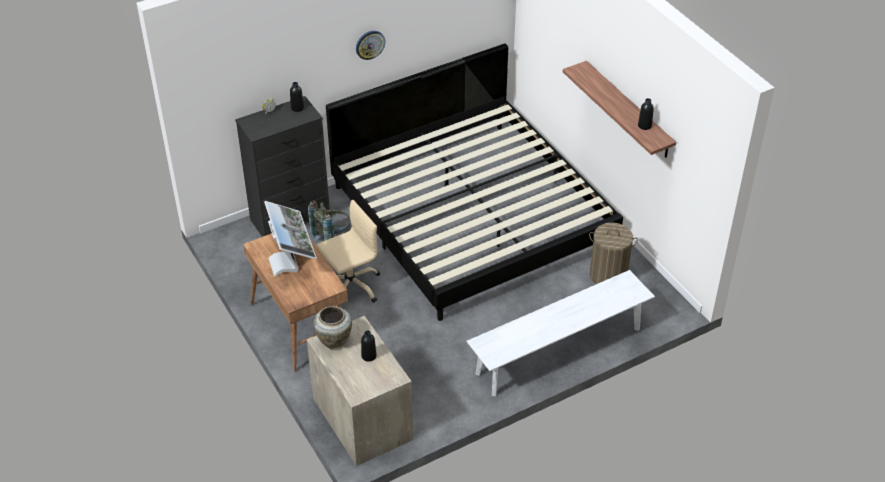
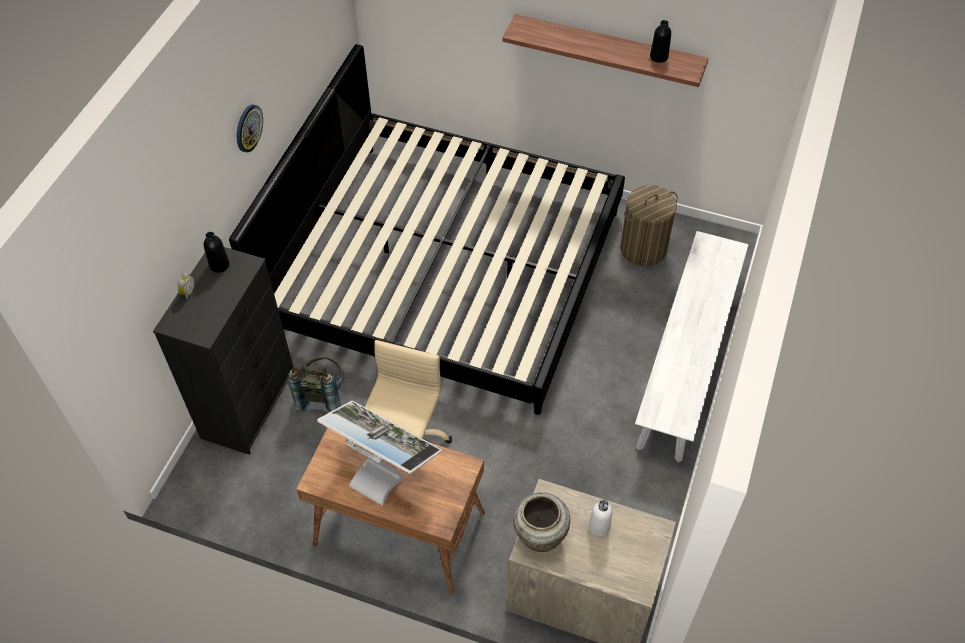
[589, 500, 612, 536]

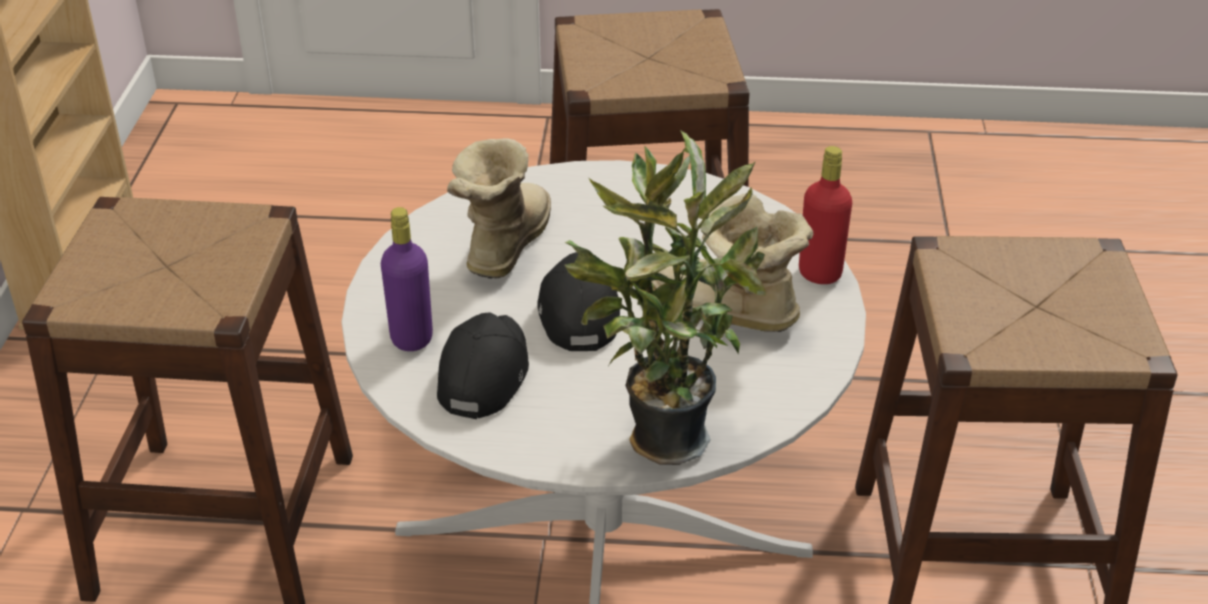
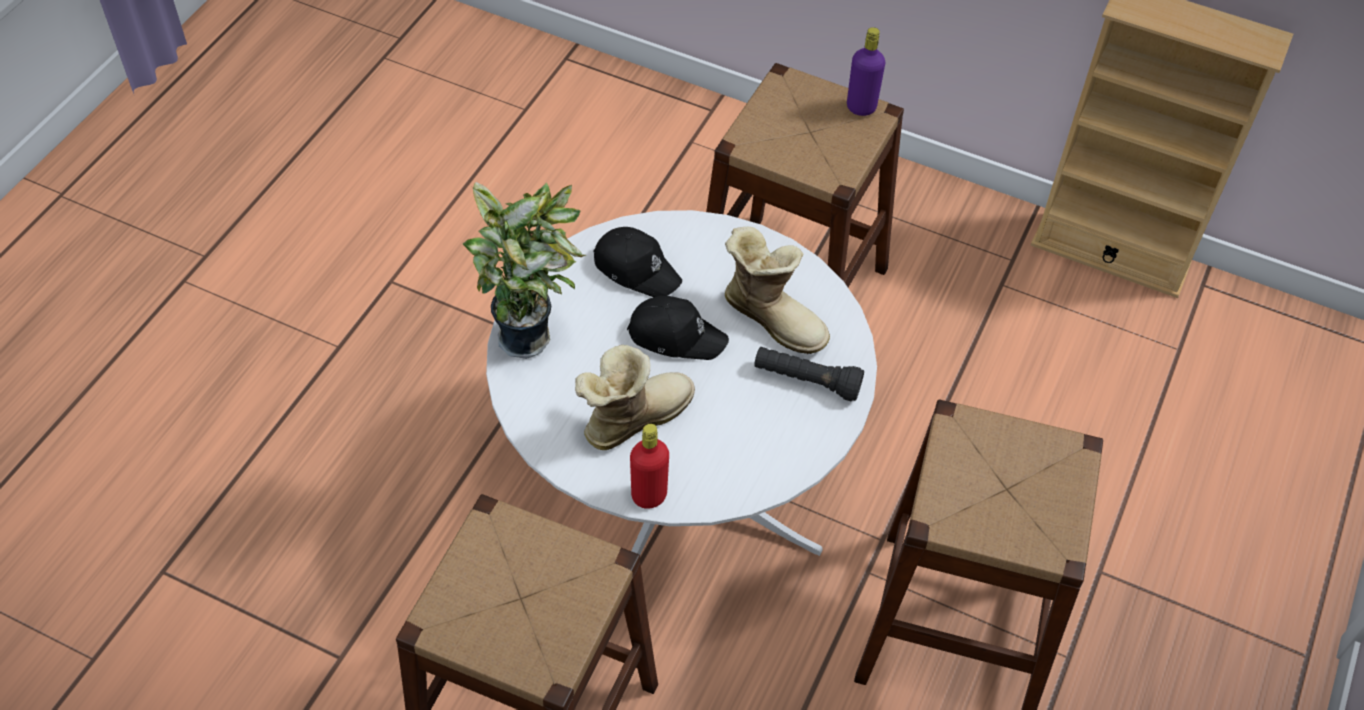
[754, 347, 864, 401]
[847, 27, 885, 116]

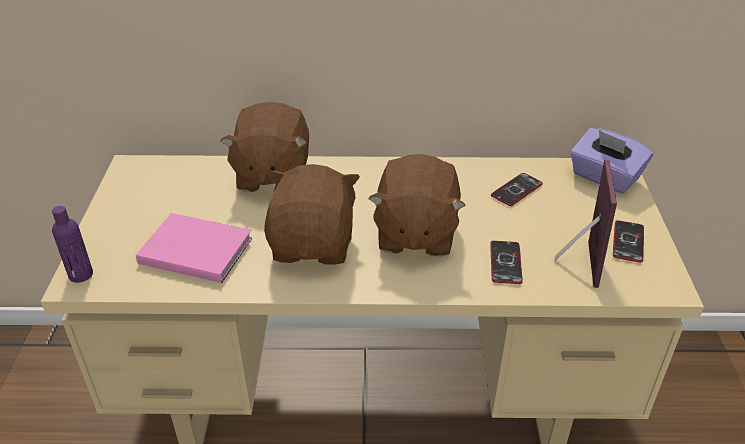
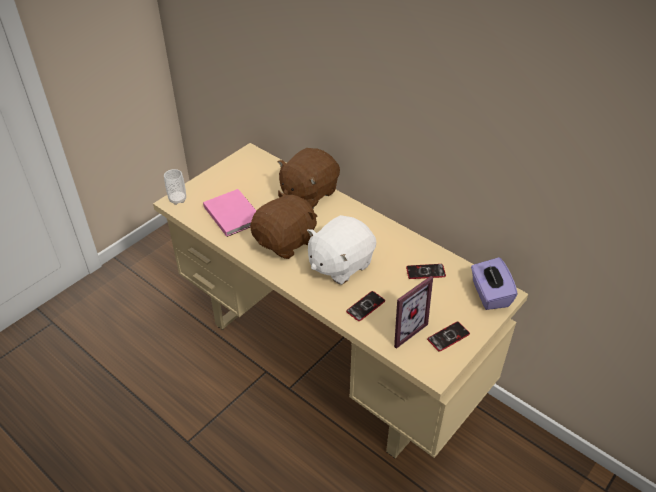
[164, 169, 186, 205]
[307, 215, 376, 285]

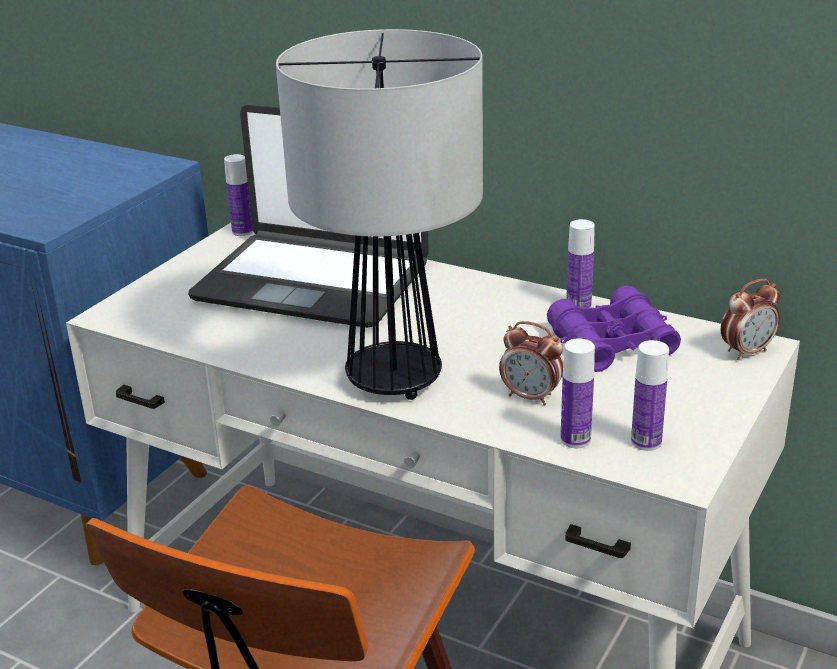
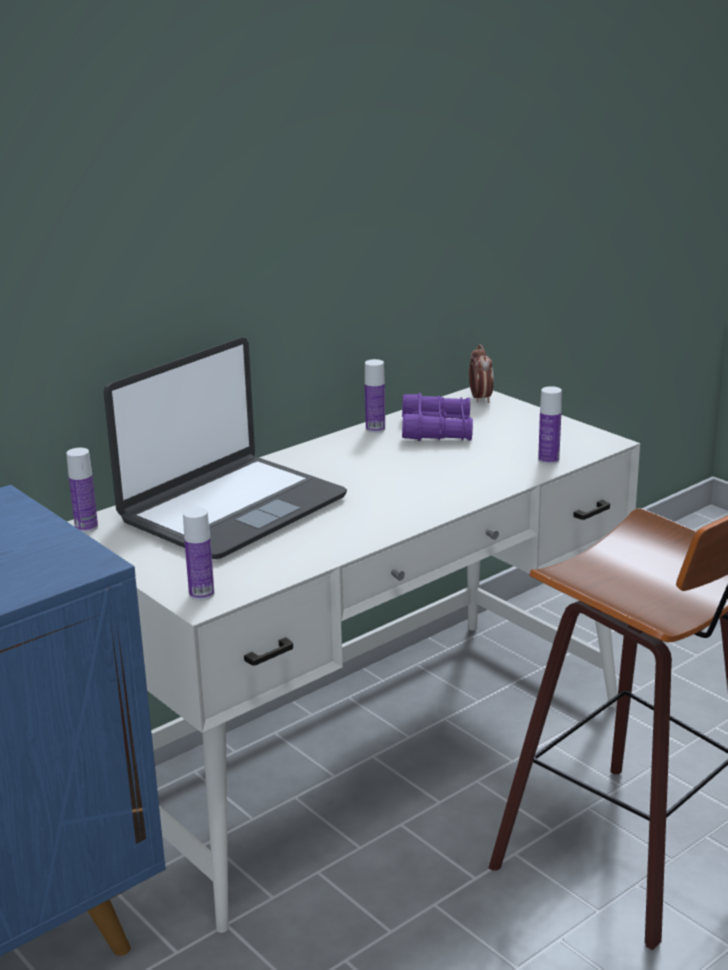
[276, 29, 483, 400] (first image)
[499, 321, 563, 405] (first image)
[183, 507, 214, 601]

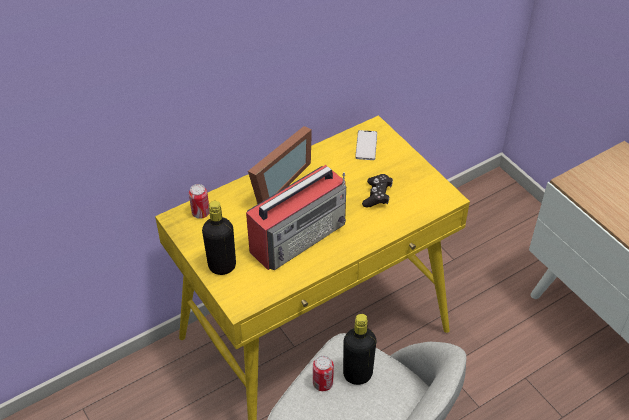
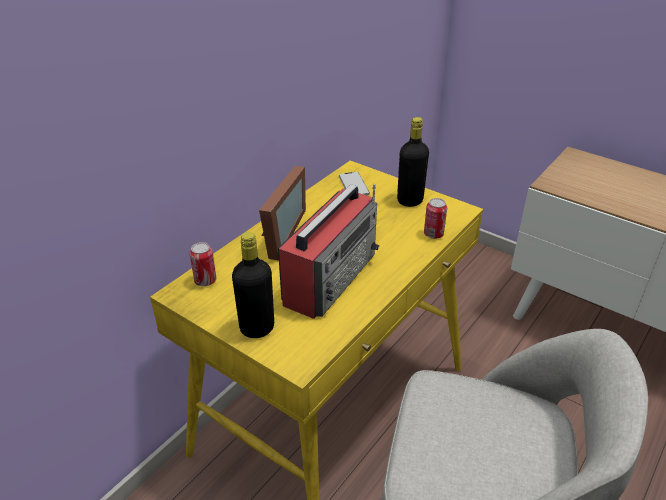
[362, 174, 393, 207] (first image)
[424, 198, 447, 239]
[397, 117, 429, 207]

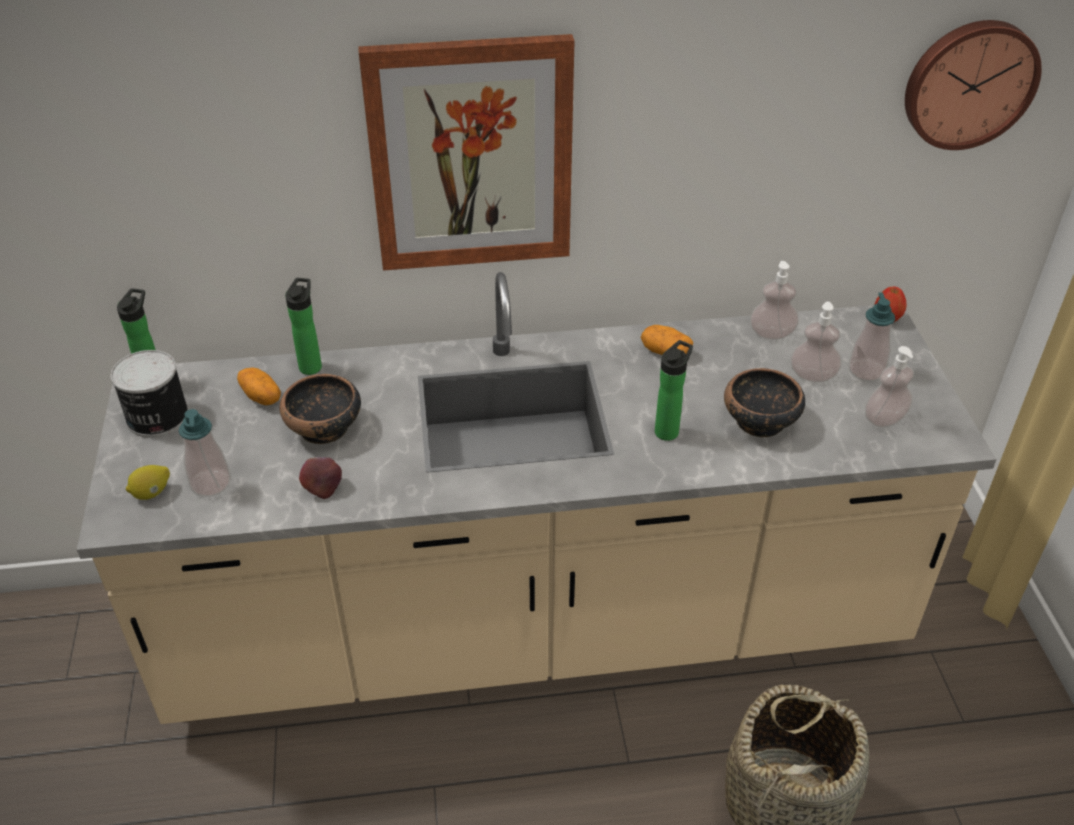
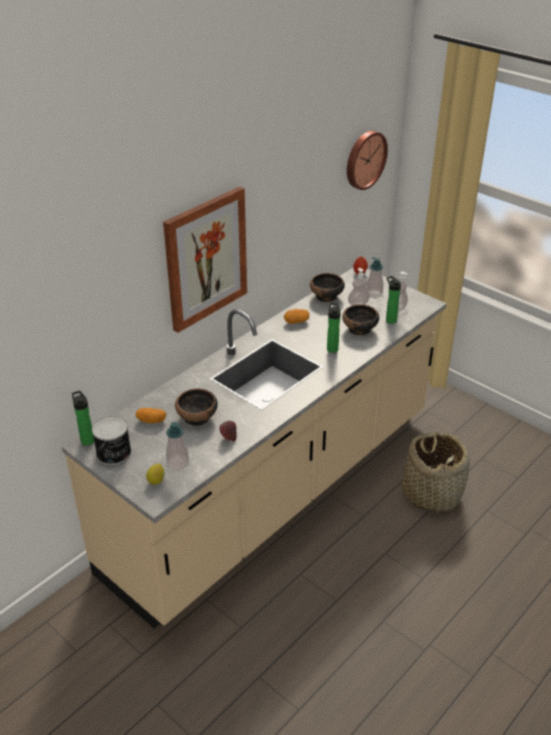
[386, 276, 401, 324]
[310, 273, 345, 302]

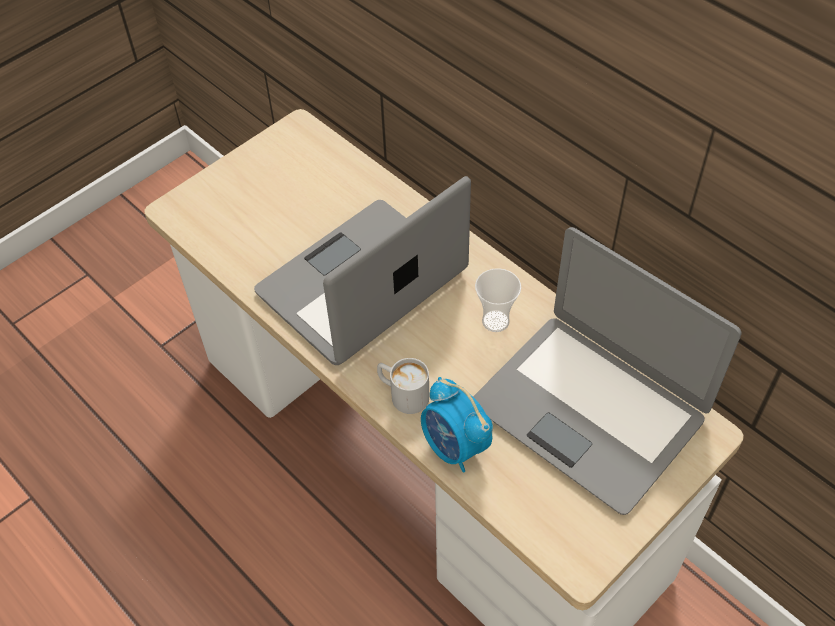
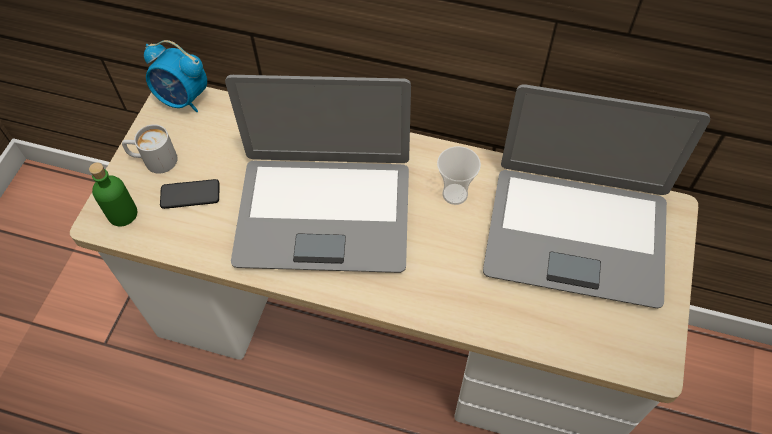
[89, 162, 137, 226]
[160, 179, 219, 209]
[122, 124, 178, 173]
[144, 40, 207, 112]
[225, 75, 411, 273]

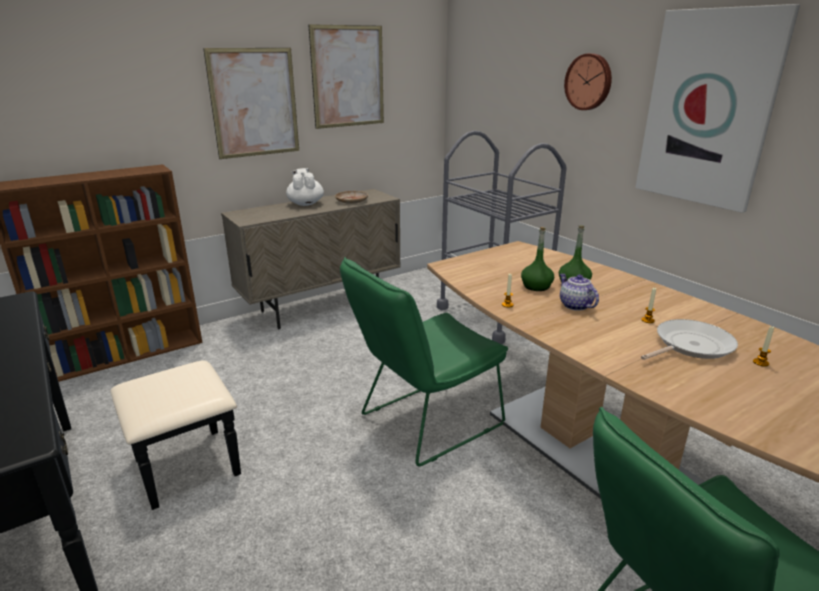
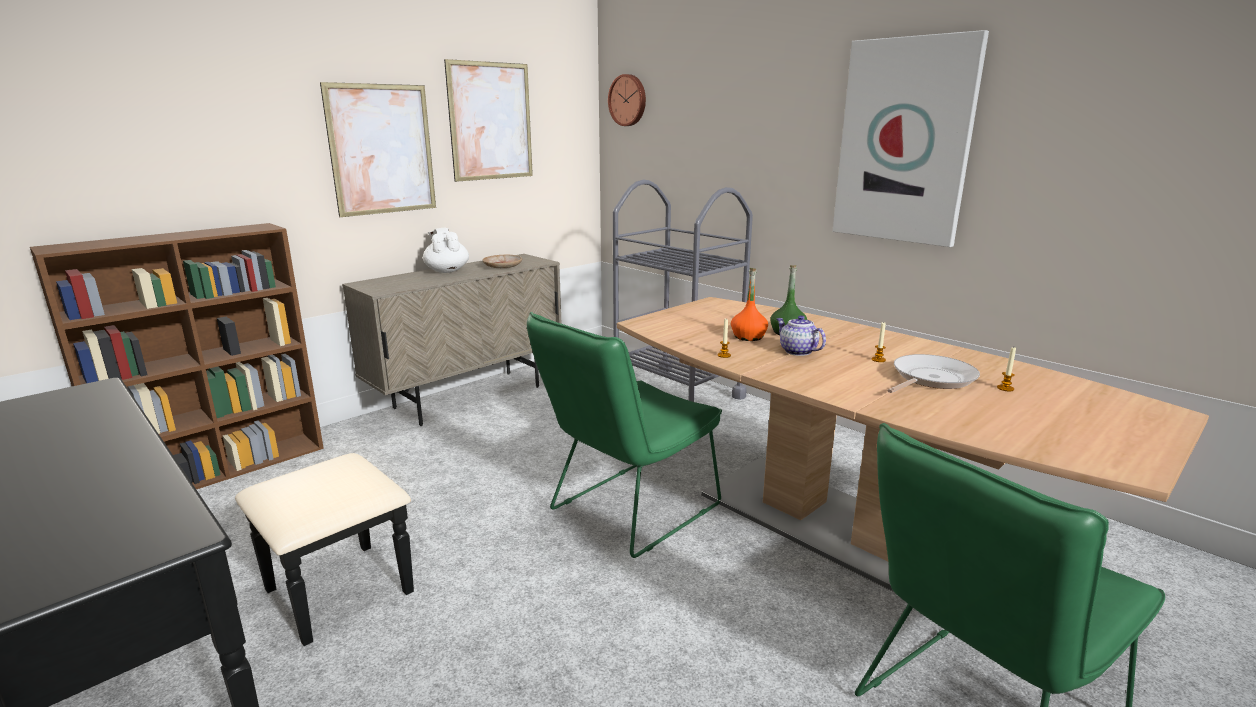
[608, 74, 646, 126]
[731, 268, 768, 341]

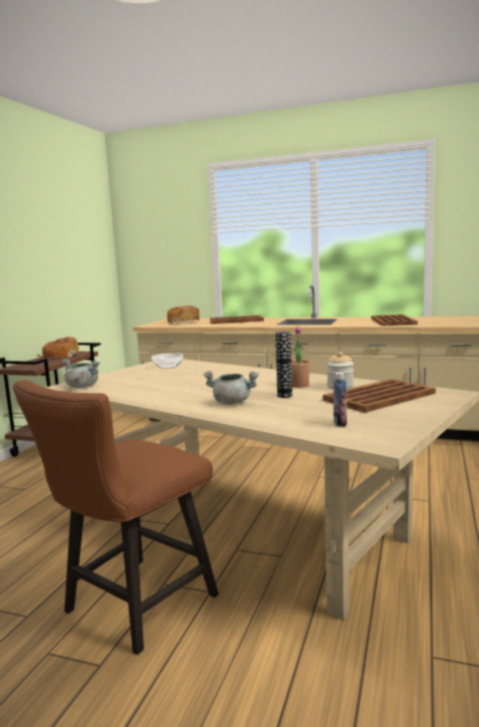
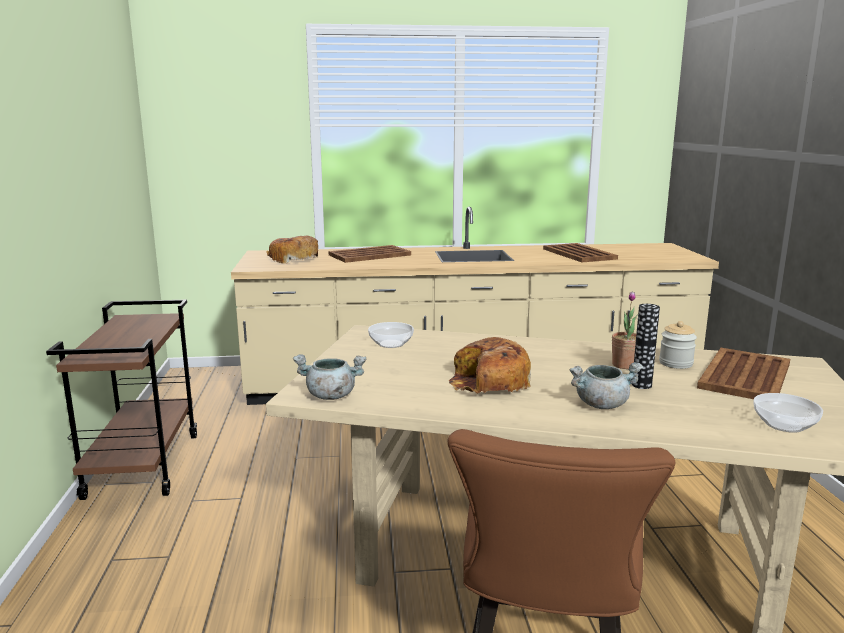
[449, 337, 531, 393]
[753, 393, 823, 433]

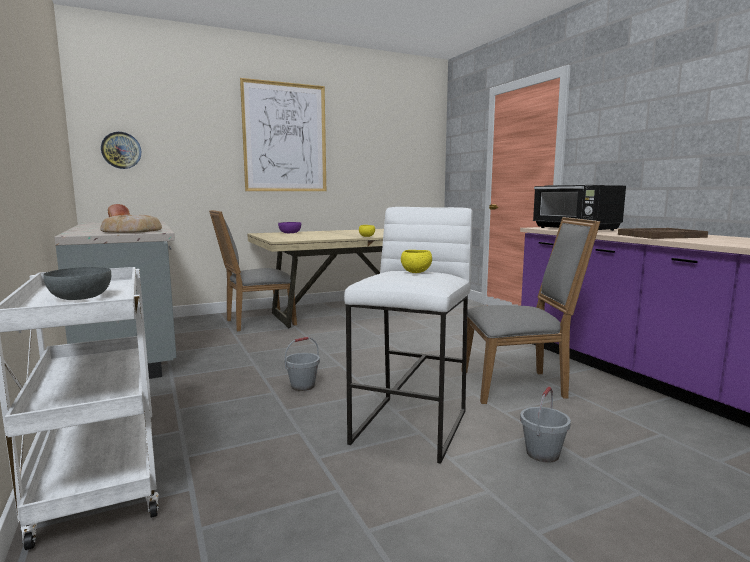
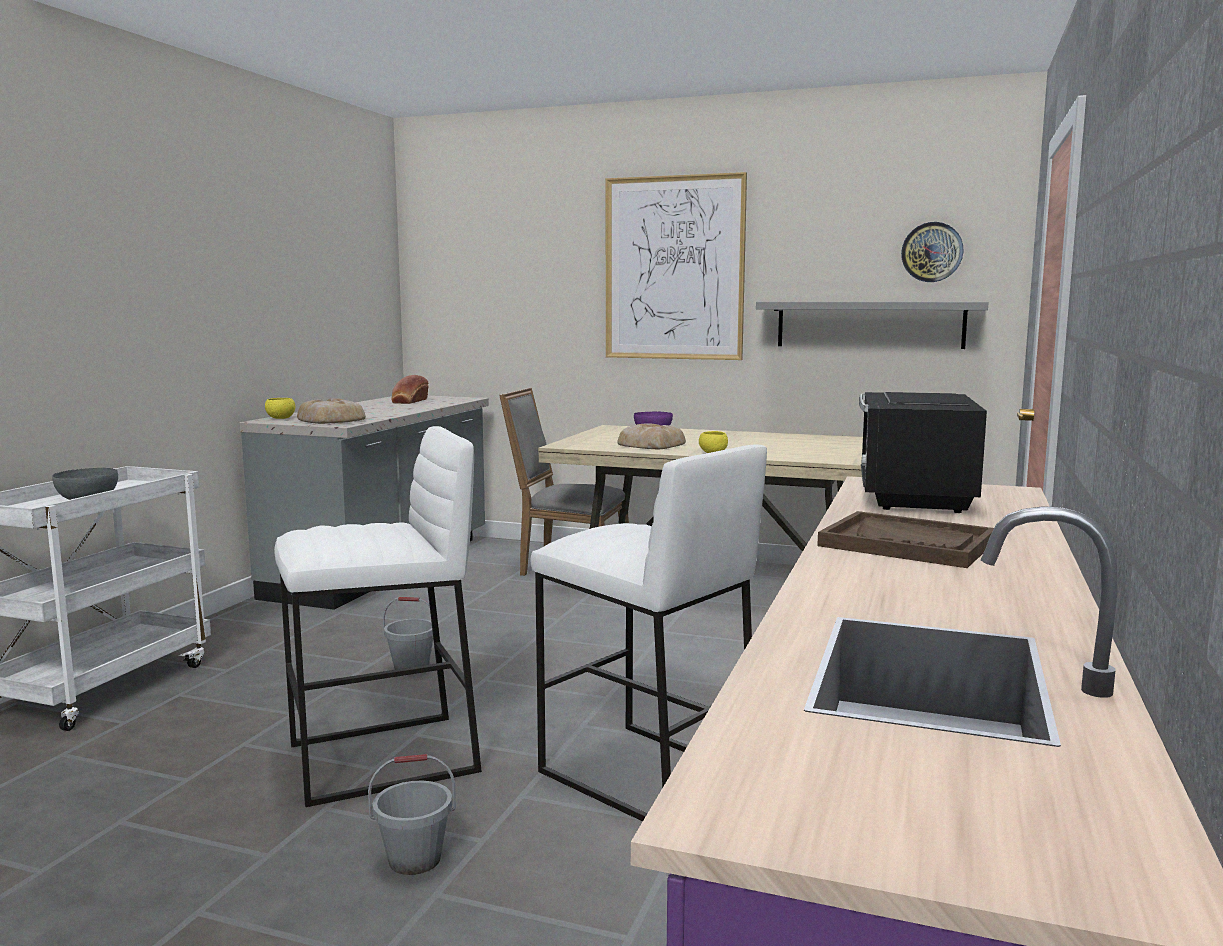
[617, 423, 686, 449]
[756, 302, 989, 349]
[901, 222, 963, 282]
[265, 398, 295, 419]
[530, 444, 767, 821]

